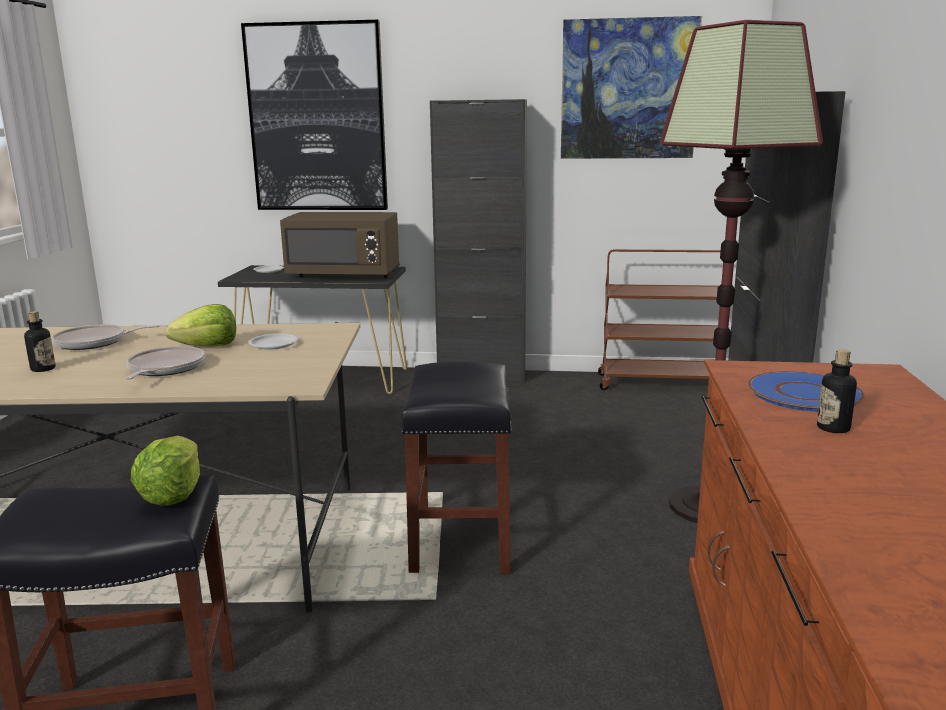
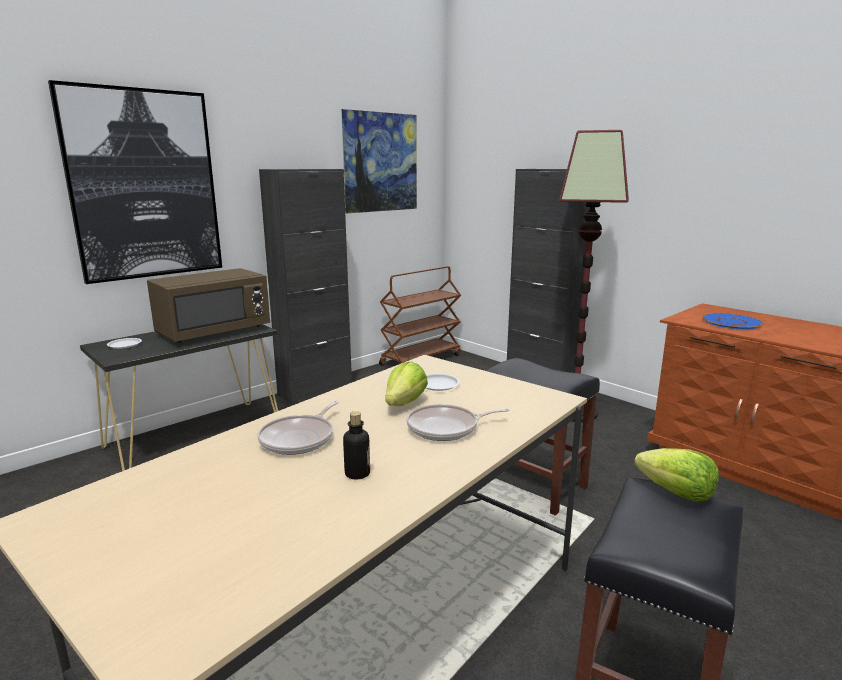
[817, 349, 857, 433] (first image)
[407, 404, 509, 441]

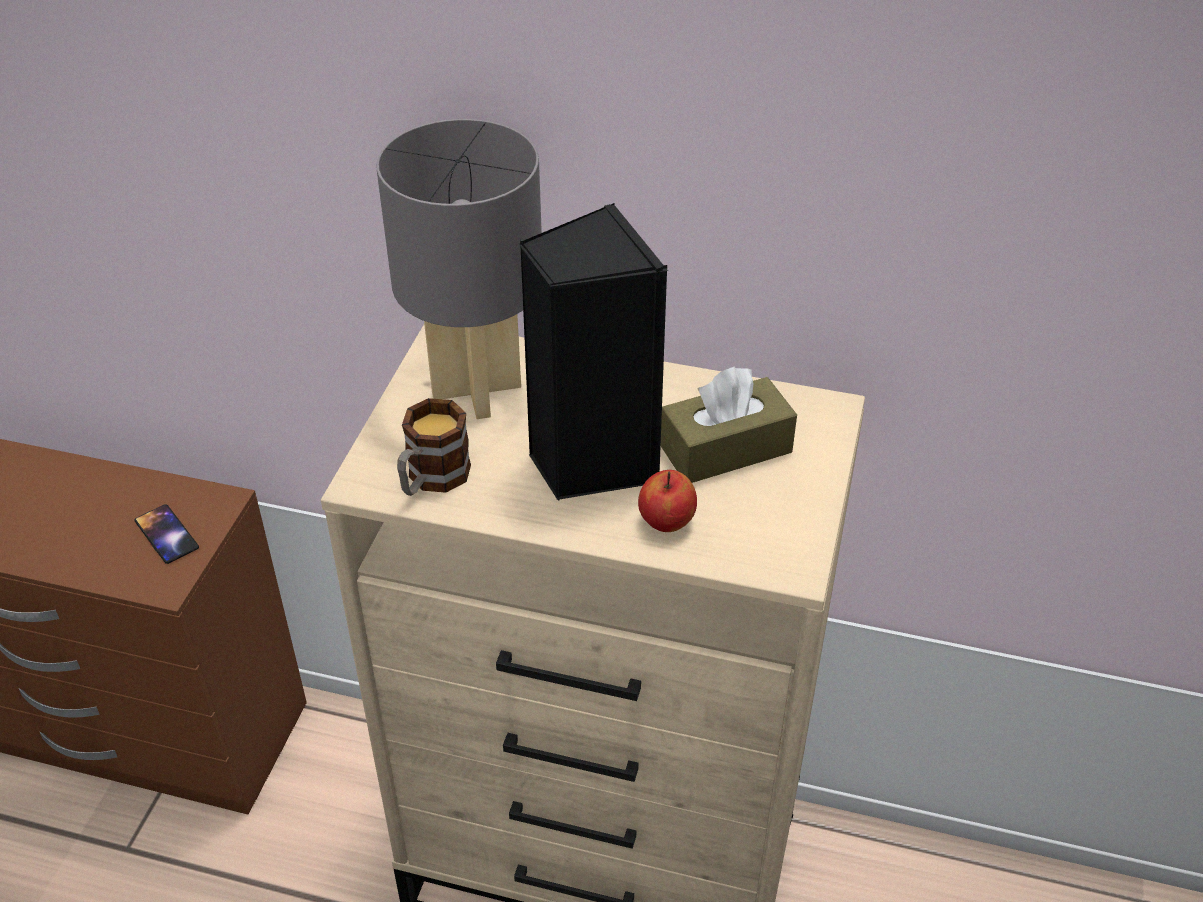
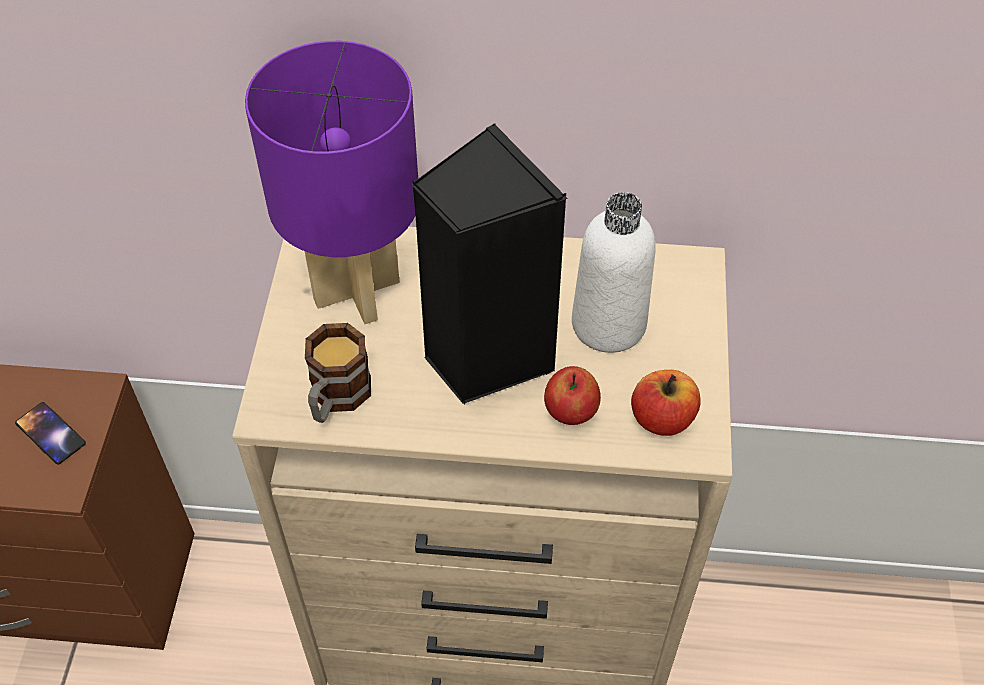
[631, 370, 701, 436]
[572, 192, 655, 353]
[245, 41, 418, 324]

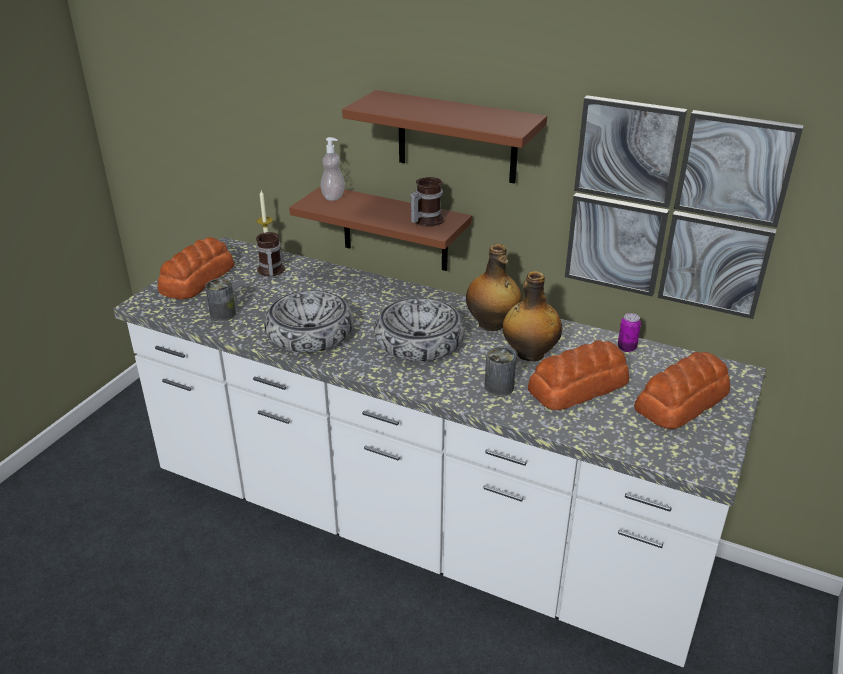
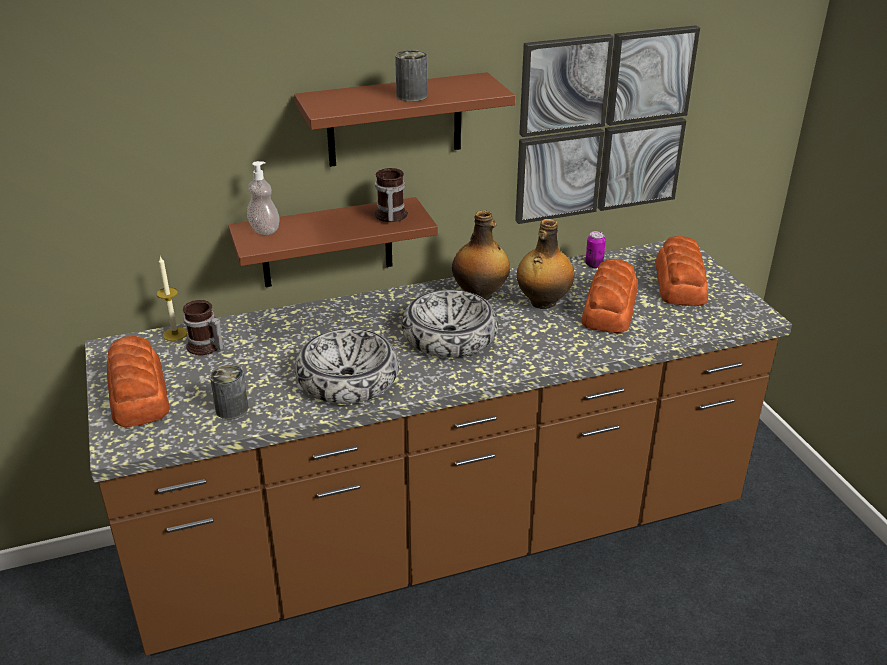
[395, 50, 427, 102]
[85, 241, 792, 656]

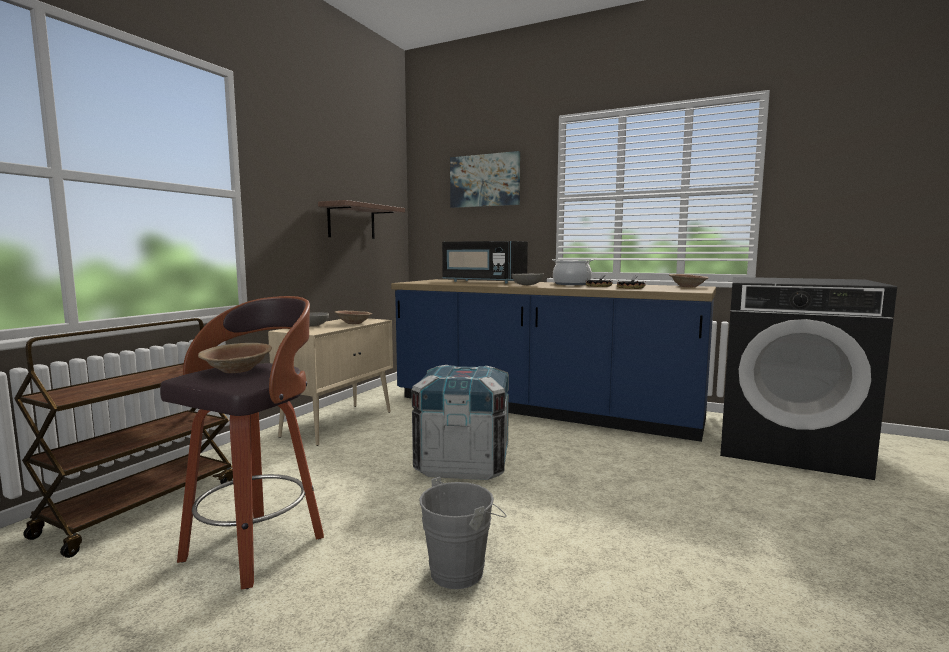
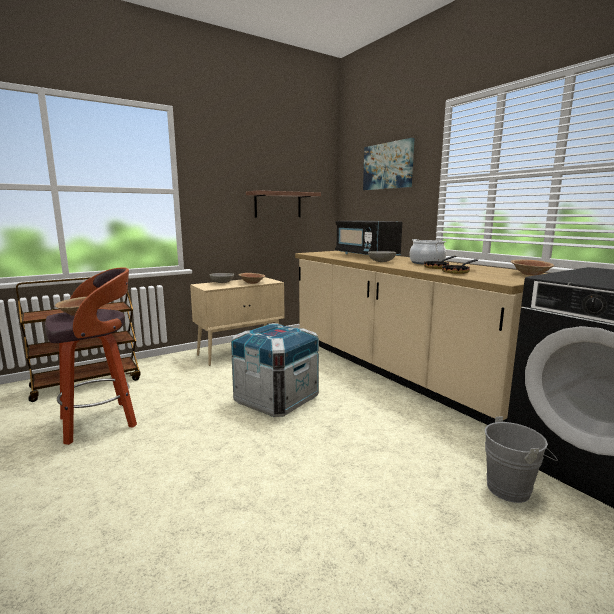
[485, 416, 558, 503]
[295, 251, 548, 425]

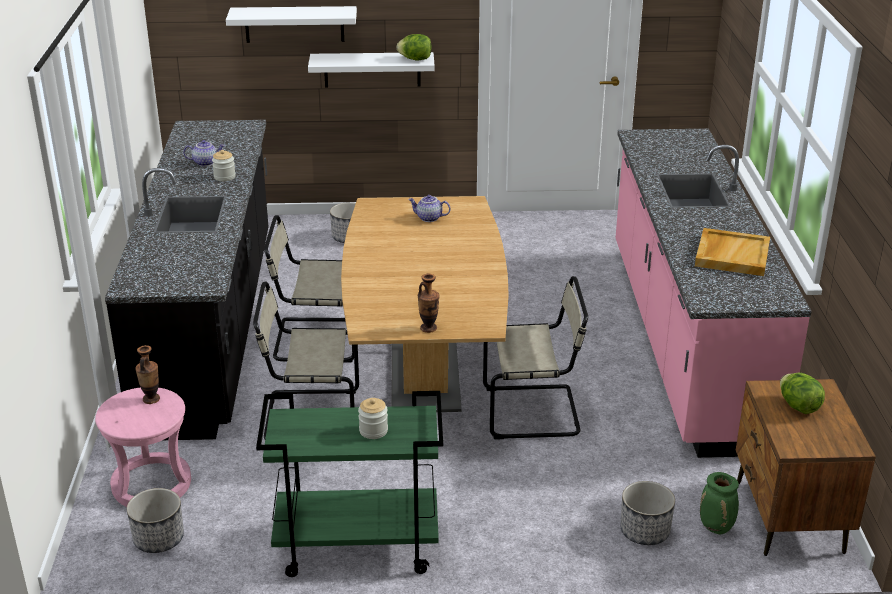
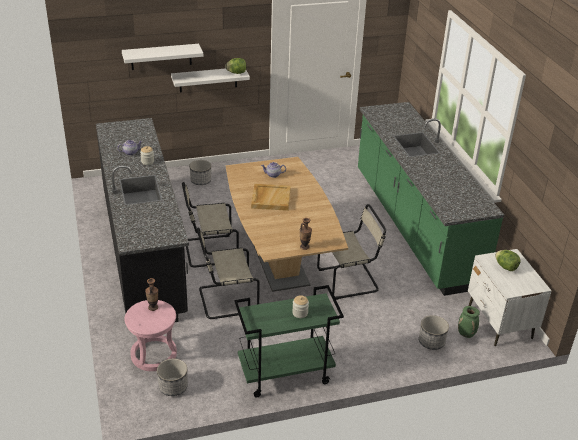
[251, 184, 291, 211]
[358, 102, 504, 296]
[468, 249, 552, 346]

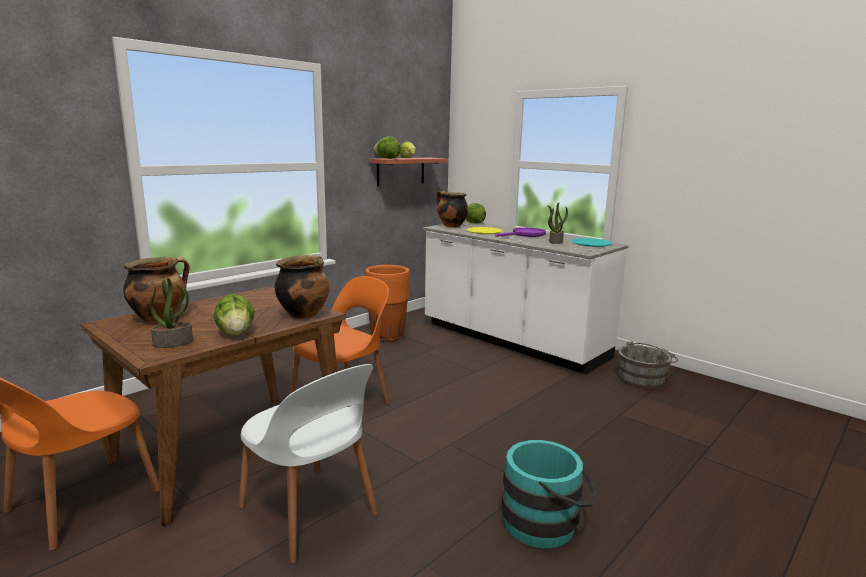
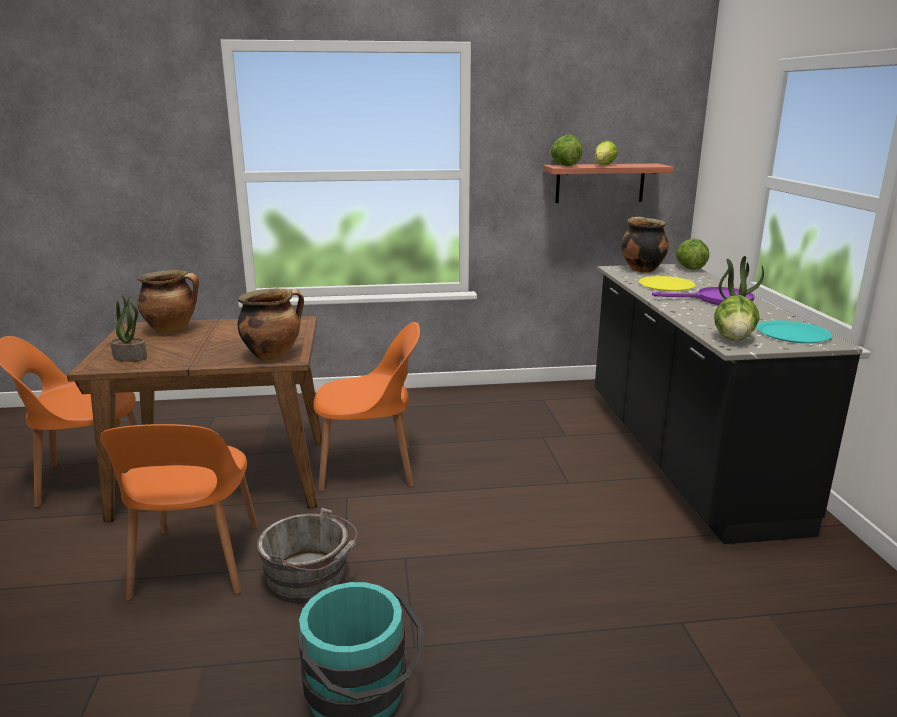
[365, 265, 410, 342] (first image)
[714, 295, 760, 341]
[257, 508, 357, 603]
[100, 424, 258, 600]
[595, 264, 863, 544]

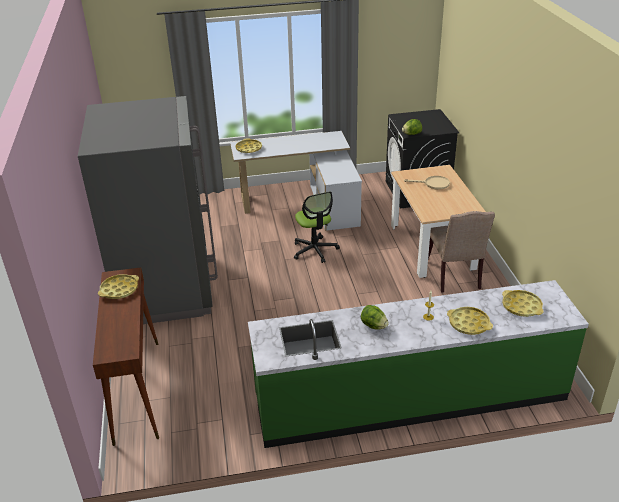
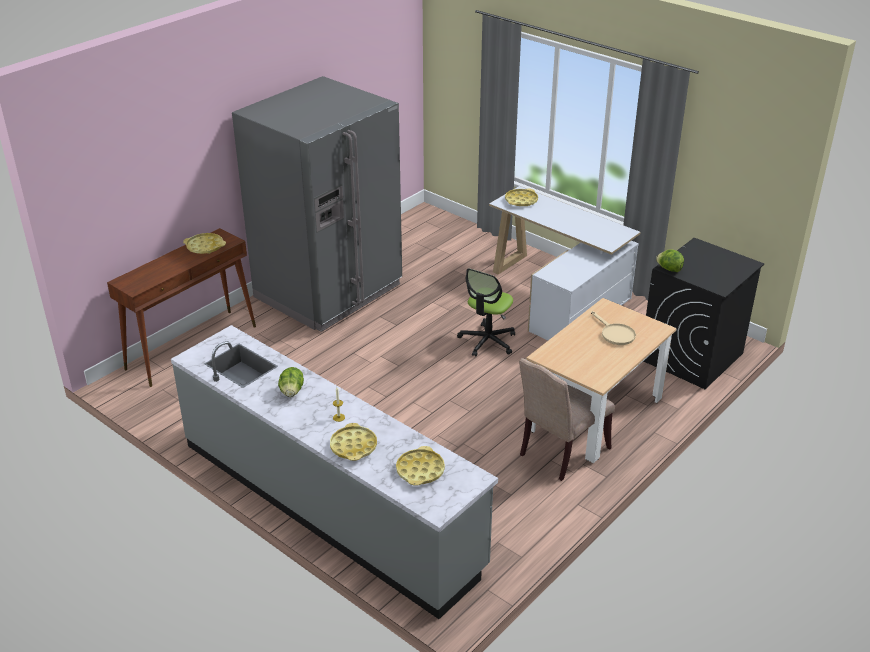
[171, 325, 498, 619]

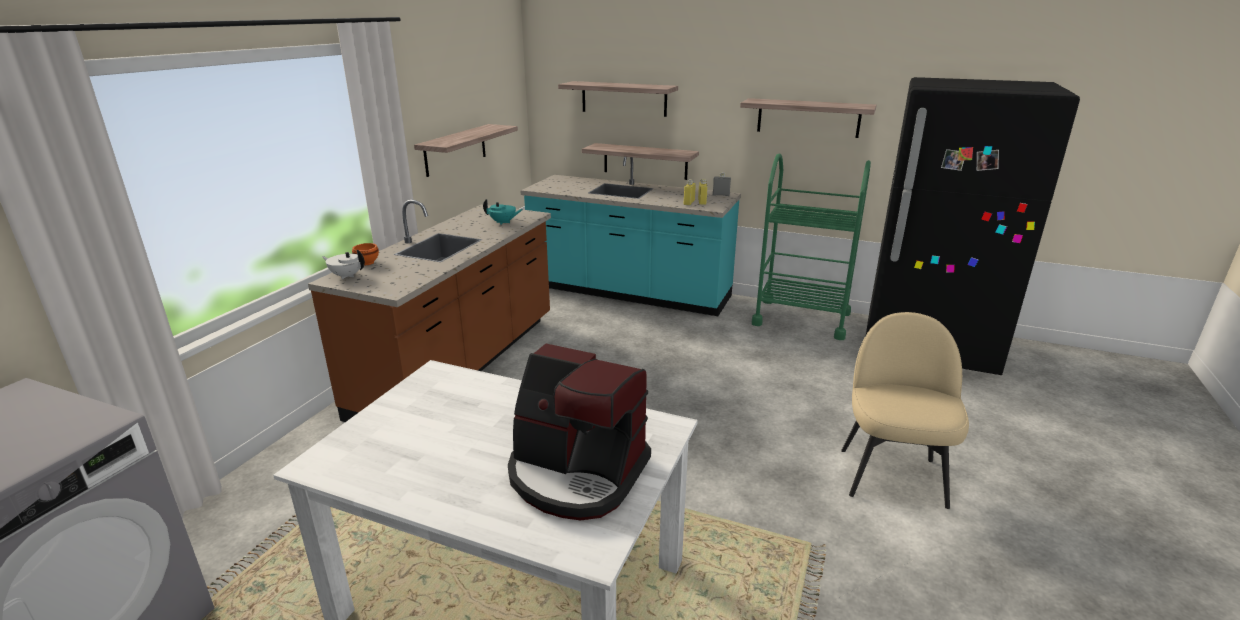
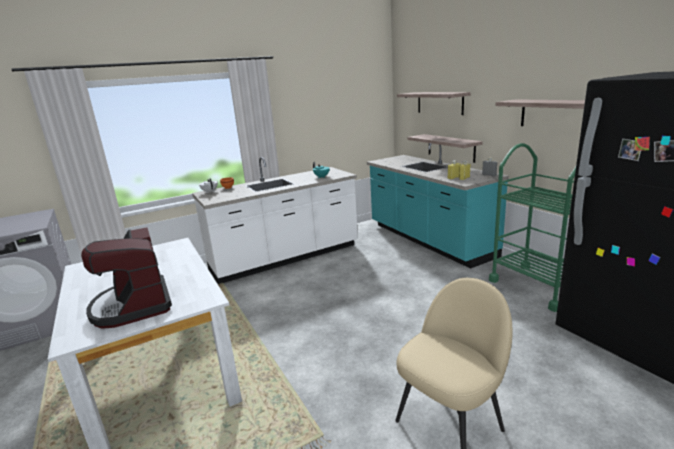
[414, 124, 518, 177] (first image)
[192, 157, 358, 284]

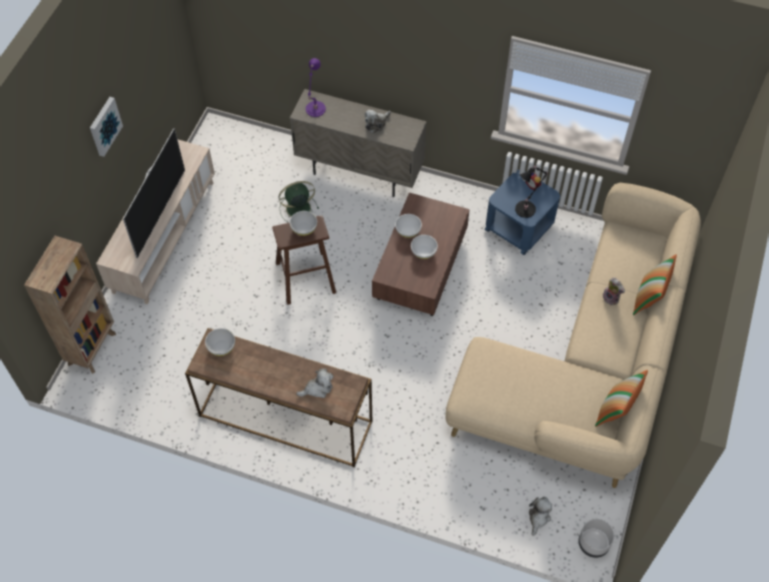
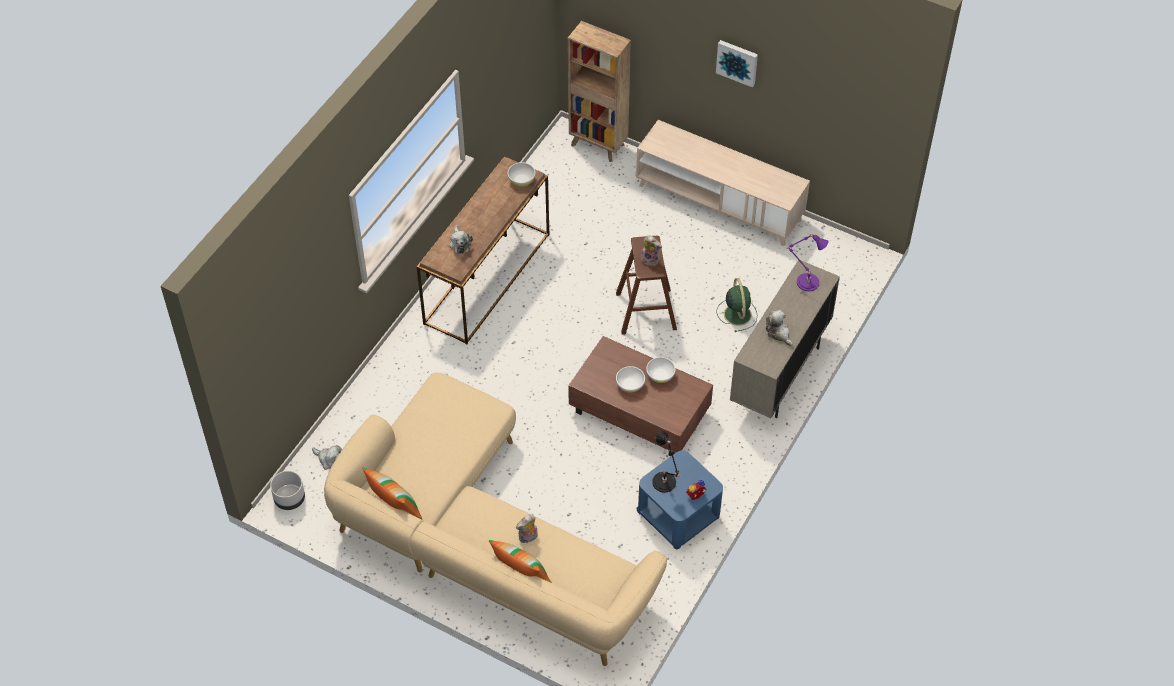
[123, 128, 185, 258] (first image)
[641, 235, 662, 266]

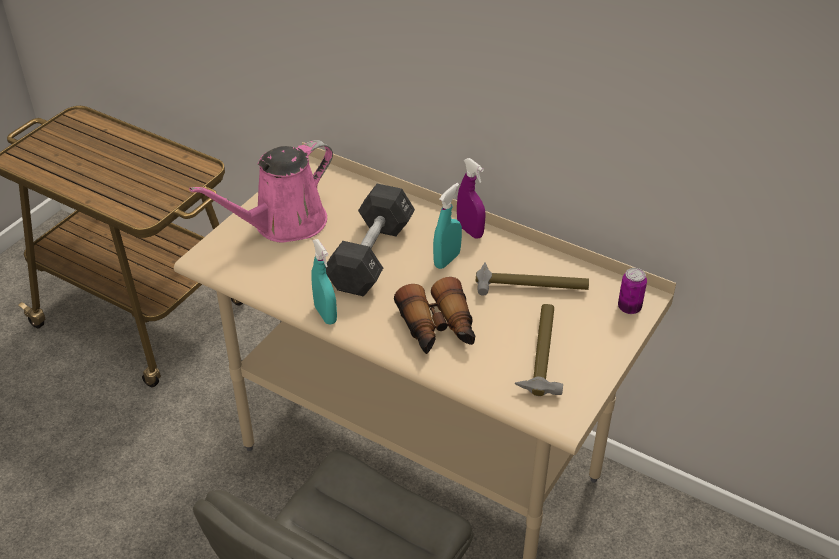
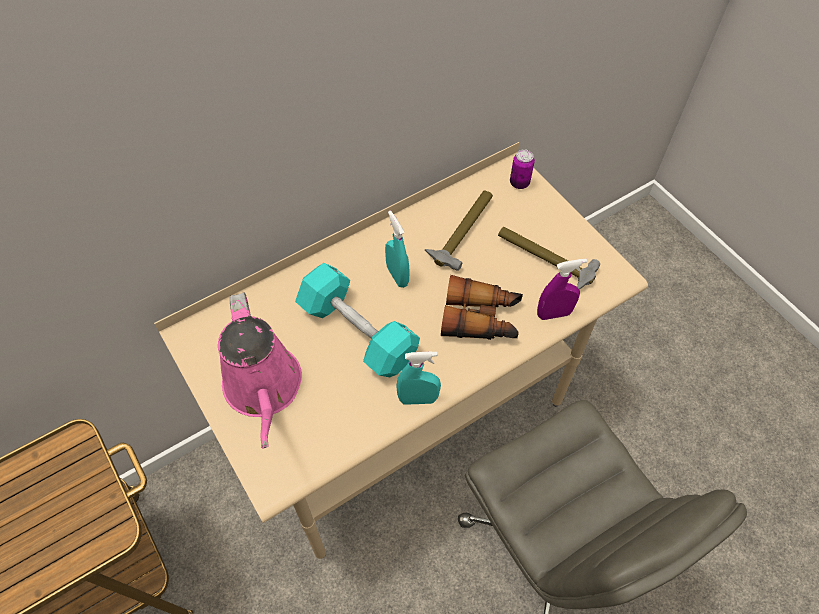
[537, 259, 587, 320]
[295, 263, 420, 377]

